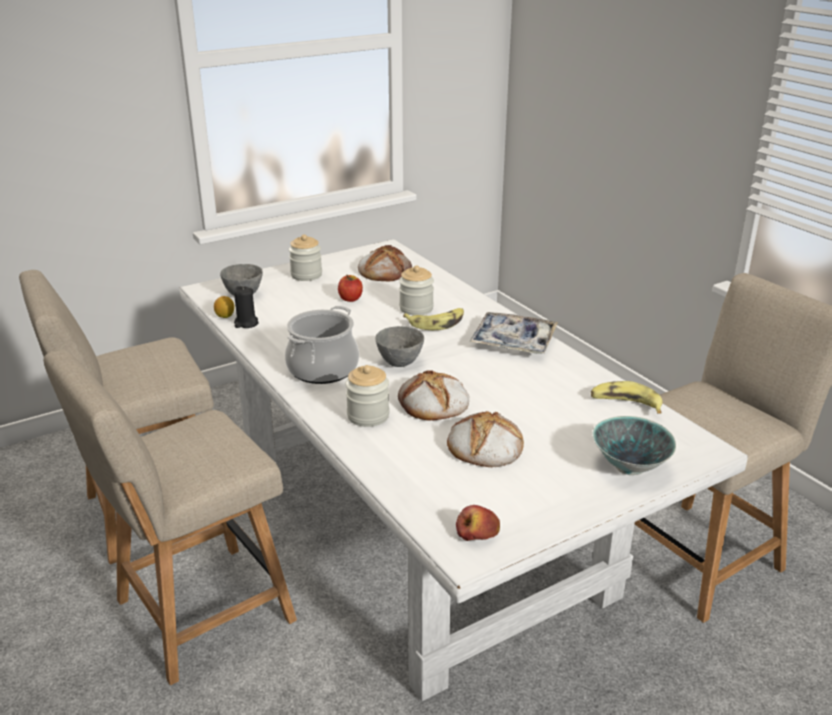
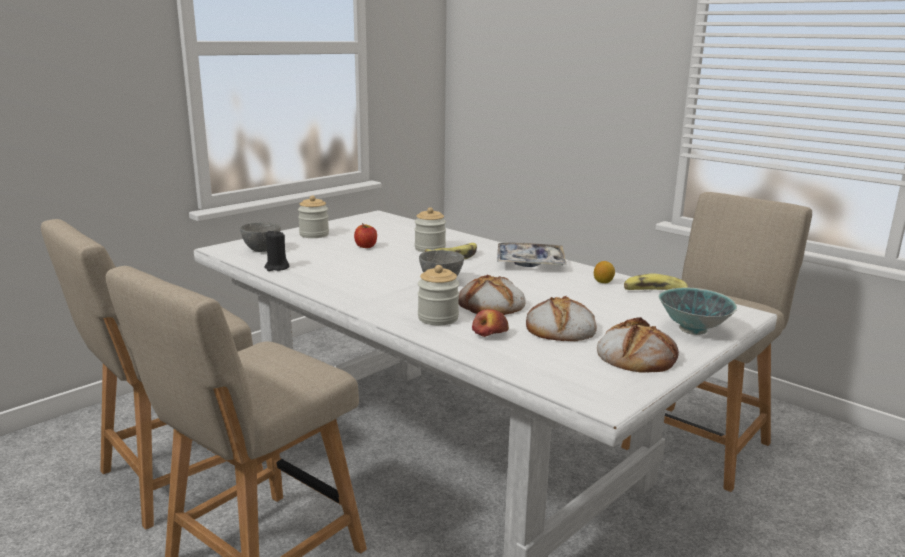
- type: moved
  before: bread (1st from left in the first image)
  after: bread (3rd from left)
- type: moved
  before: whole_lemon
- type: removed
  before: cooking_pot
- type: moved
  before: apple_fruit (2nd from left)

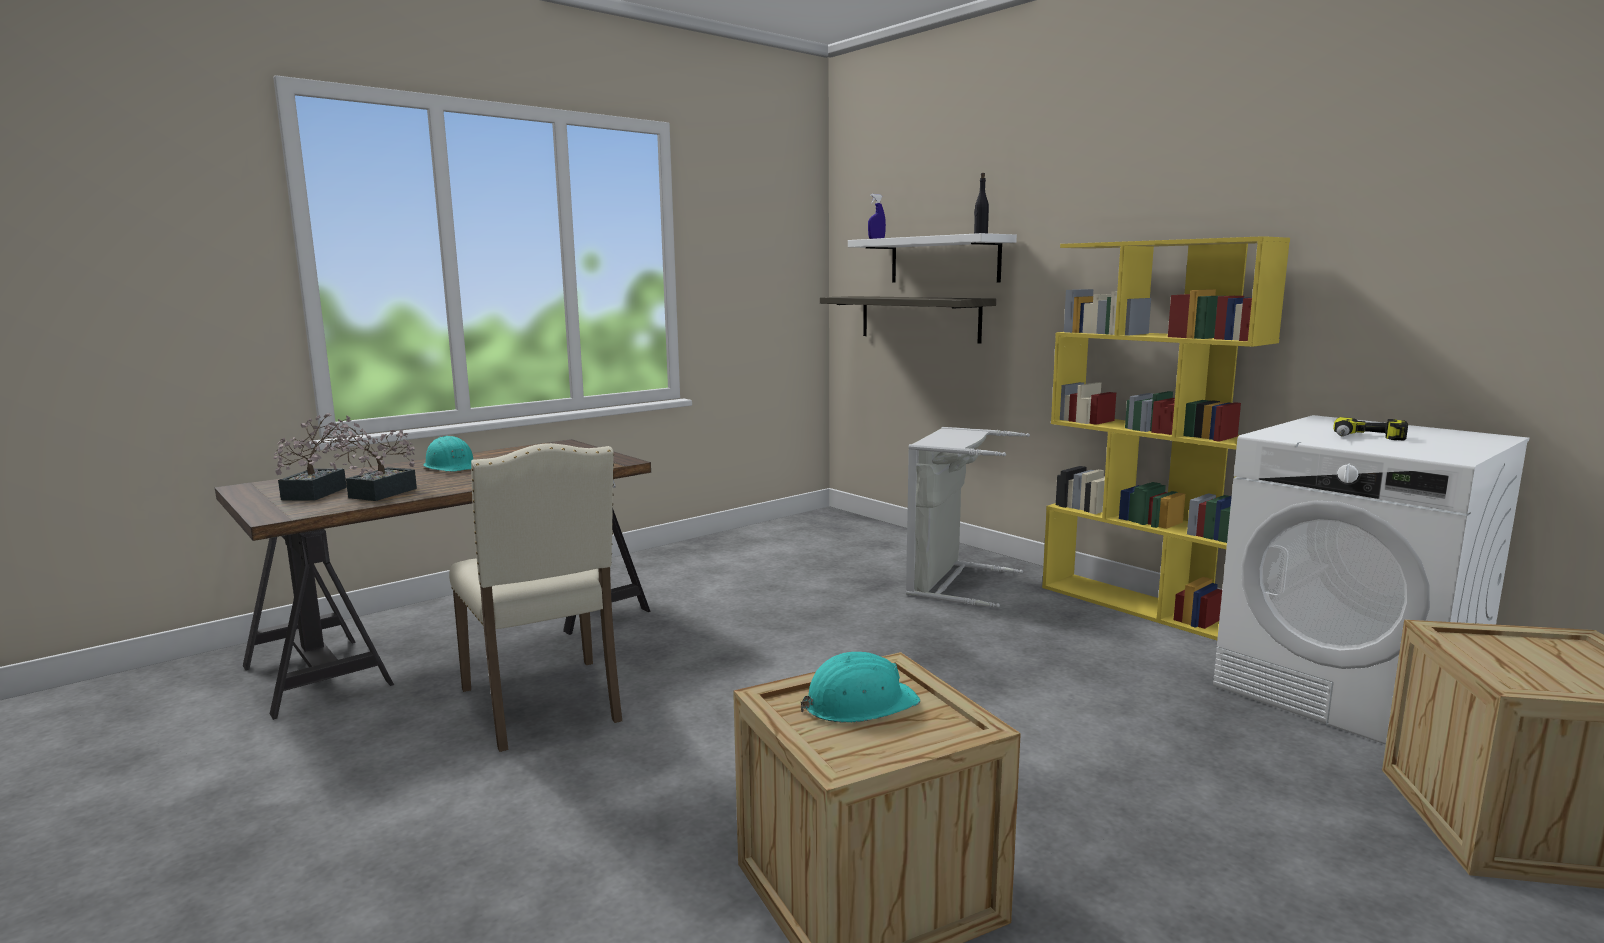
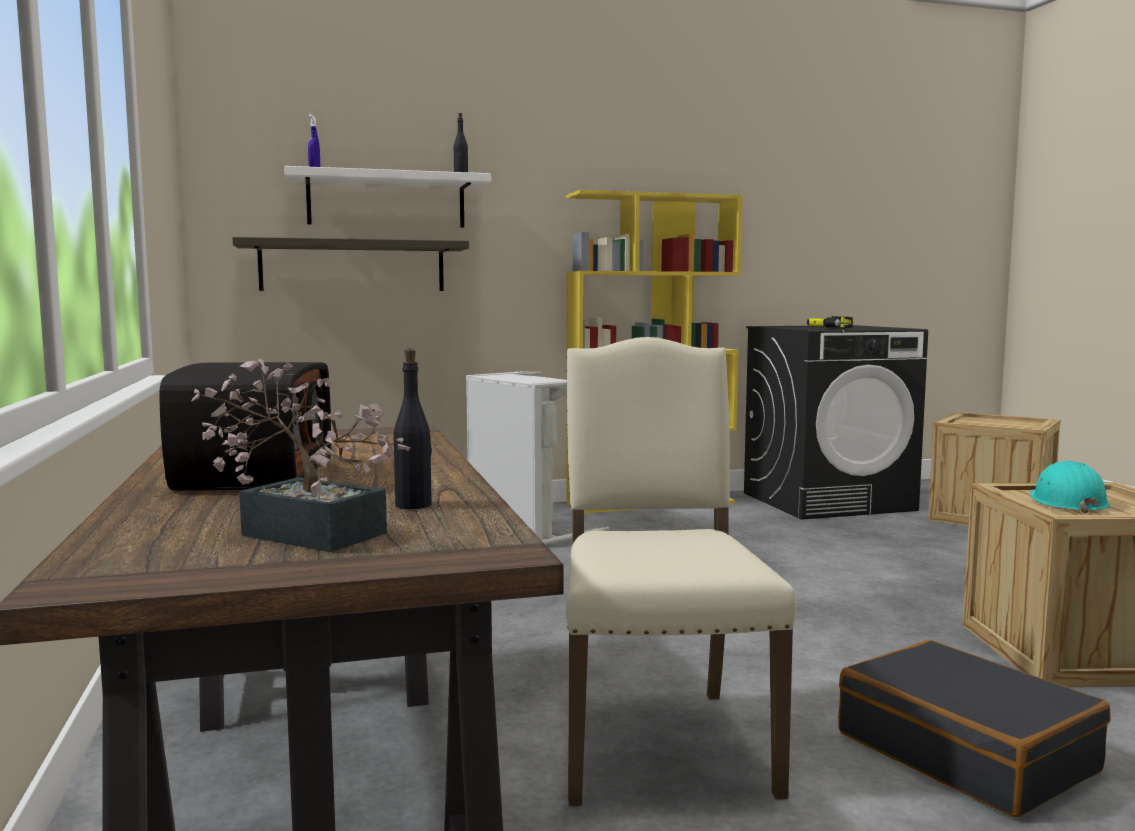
- type: recoloured
  before: whitish_washing_machine
  after: black_washing_machine
- type: replaced
  before: houseplant (2nd from left)
  after: black_drink_bottle (1st from left)
- type: replaced
  before: turquoise_hard_hat (1st from left)
  after: radio_set
- type: turned
  before: beige-coloured_upright_chair
  turn: -90
- type: added
  after: black_travel_case

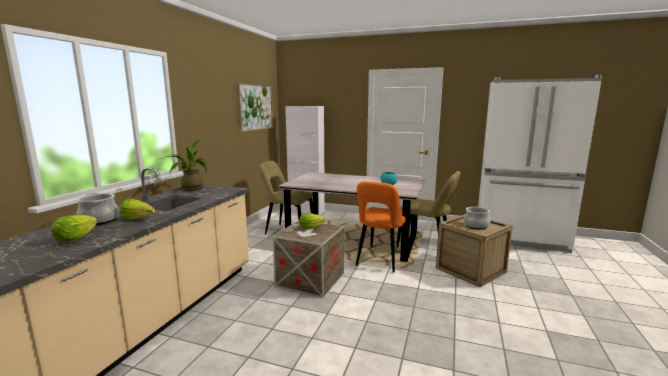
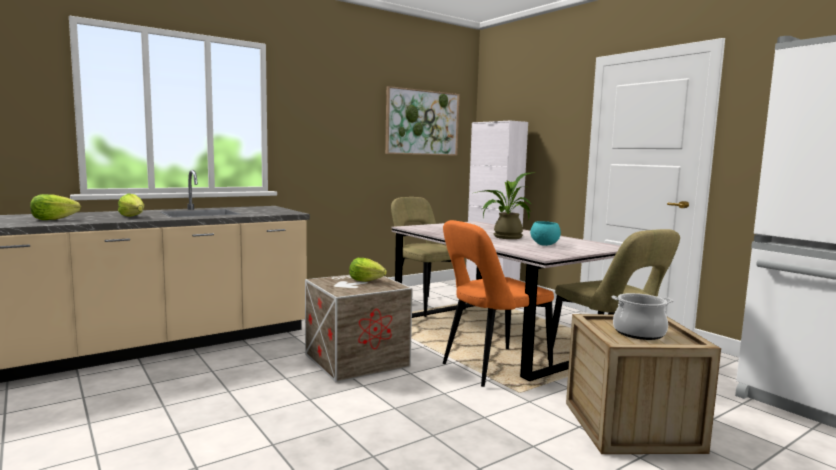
- type: moved
  before: houseplant
- type: removed
  before: cooking_pot (1st from left)

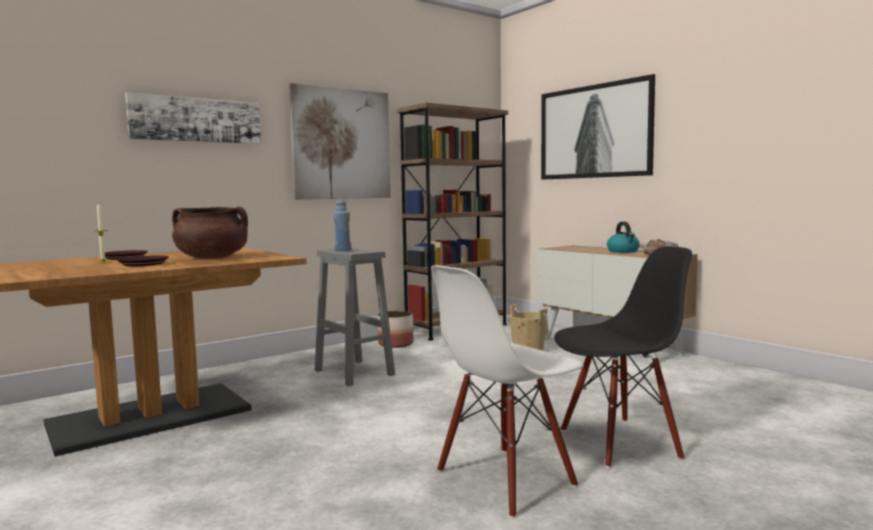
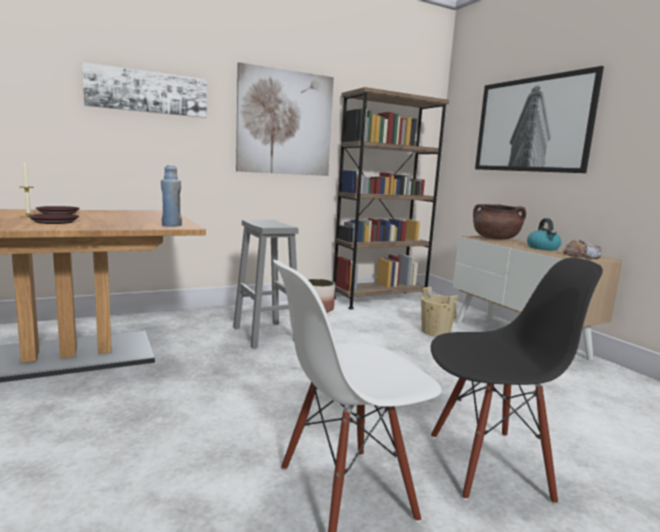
- type: moved
  before: blue_drink_bottle
- type: moved
  before: brownish_cooking_pot

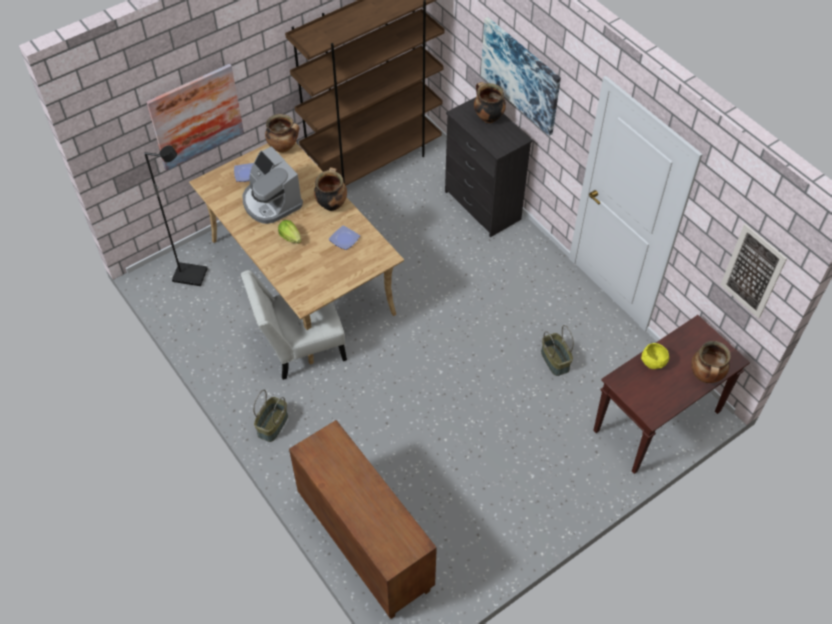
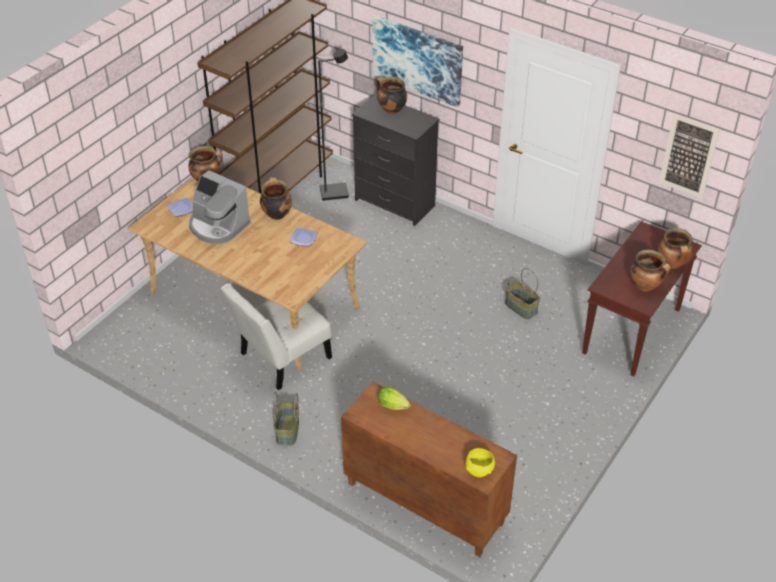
- type: removed
  before: wall_art (1st from left)
- type: moved
  before: black_standing_lamp
- type: moved
  before: lettuce
- type: moved
  before: yellowish_serving_bowl
- type: added
  after: cooking_pot (4th from left)

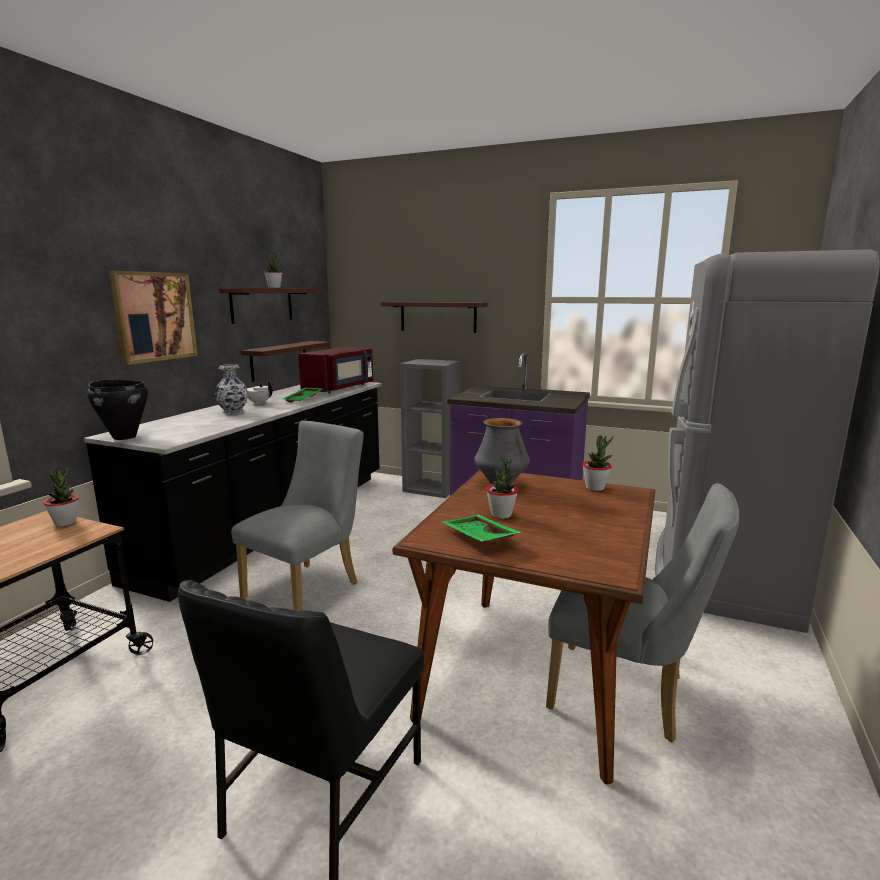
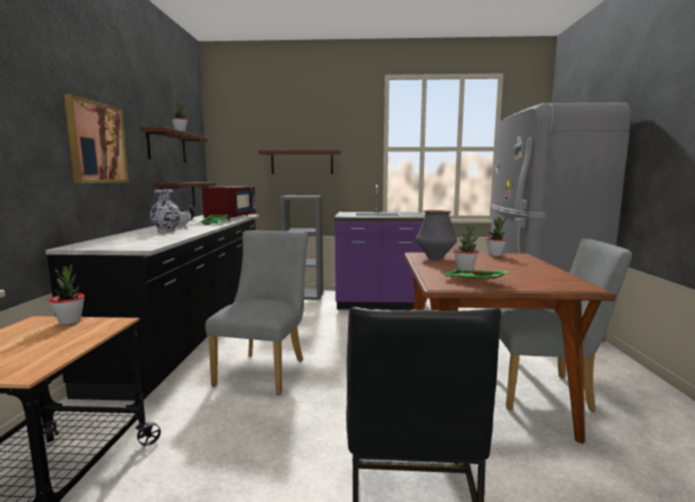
- type: removed
  before: black_cooking_pot

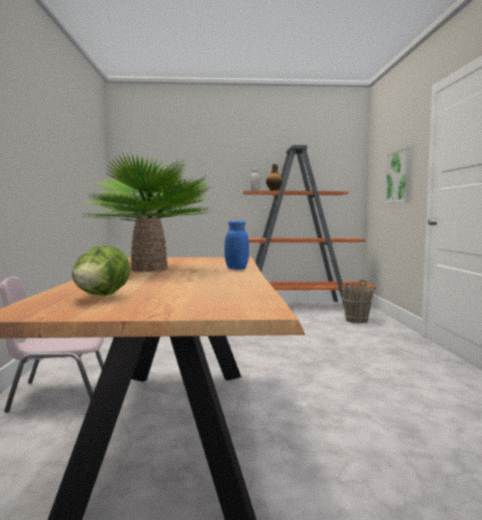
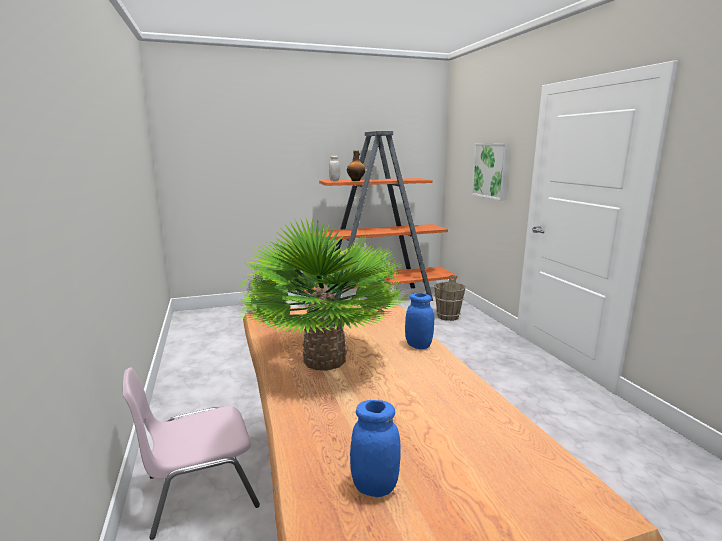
- type: replaced
  before: lettuce
  after: blue_jar (1st from left)

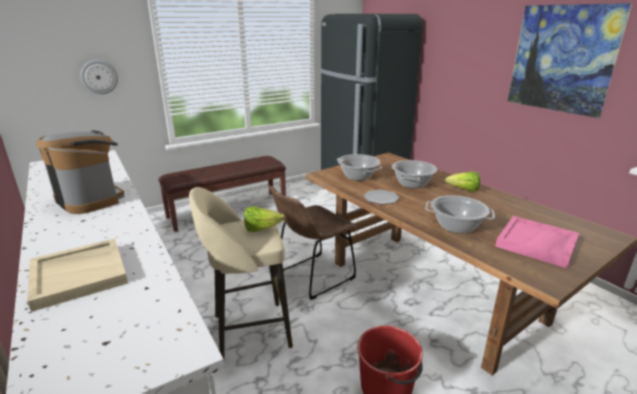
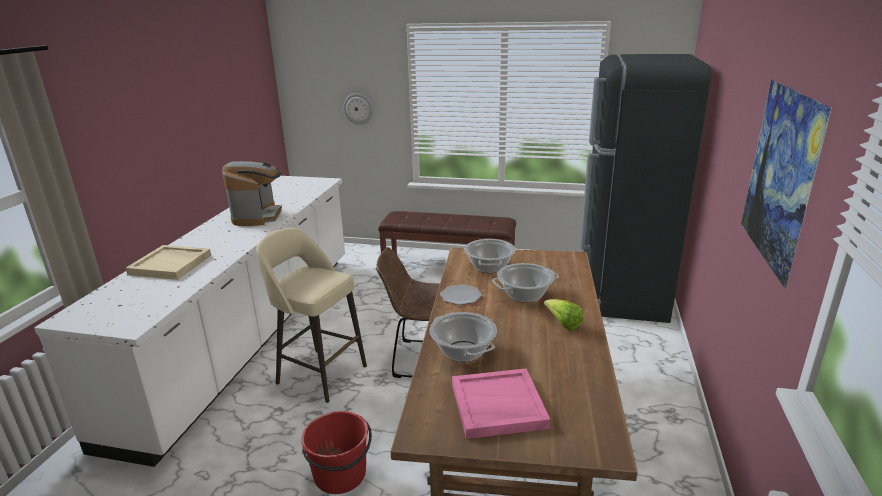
- type: removed
  before: lettuce (1st from left)

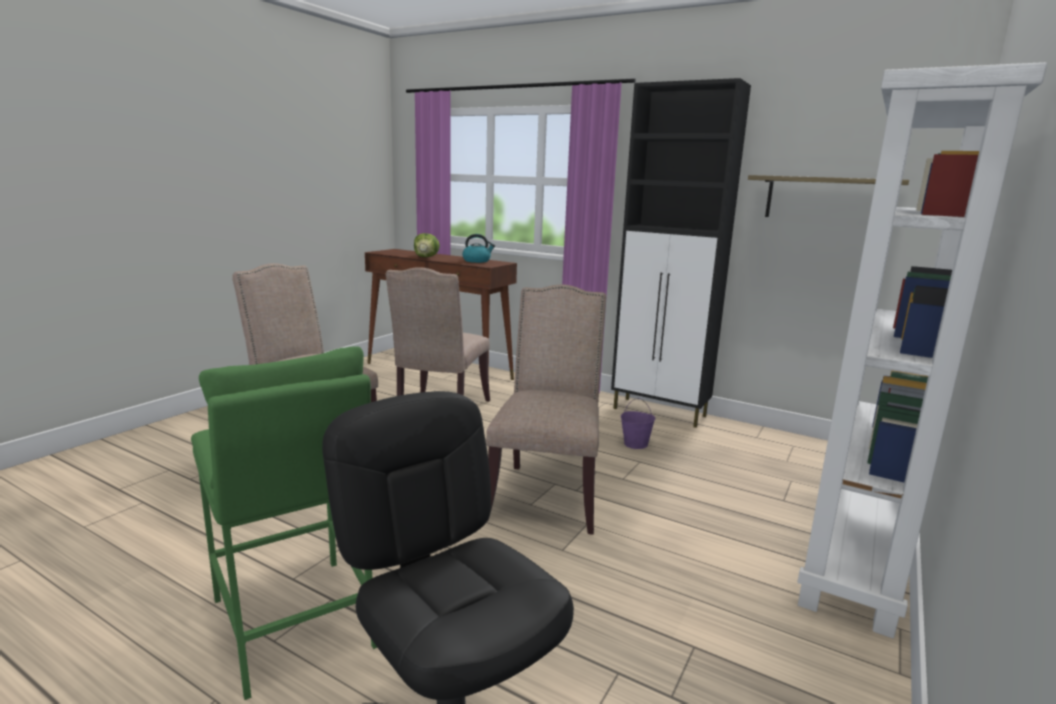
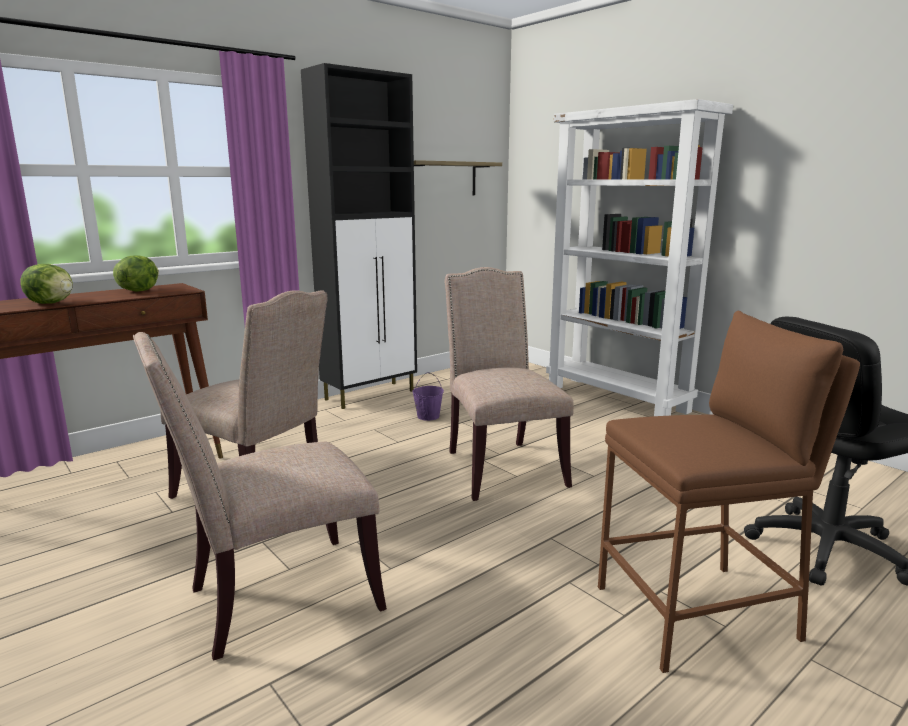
- type: replaced
  before: kettle
  after: lettuce (2nd from left)
- type: turned
  before: beige-coloured_upright_chair (3rd from left)
  turn: 45
- type: recoloured
  before: green_sitting_stool
  after: brownish_sitting_stool

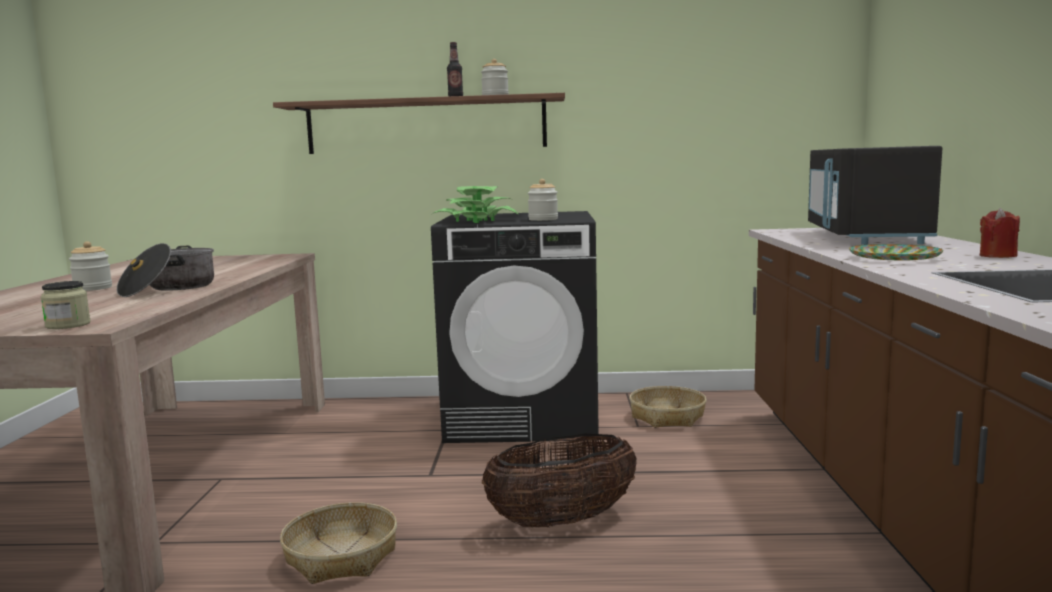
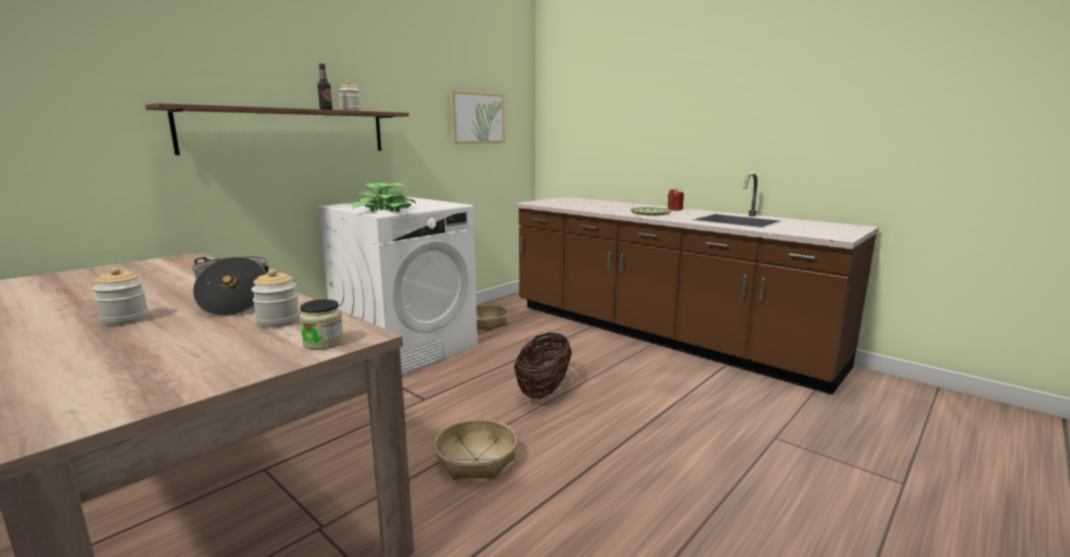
- type: removed
  before: black_microwave_oven
- type: moved
  before: jar (4th from left in the first image)
  after: jar (2nd from left)
- type: recoloured
  before: black_washing_machine
  after: whitish_washing_machine
- type: added
  after: wall_art

